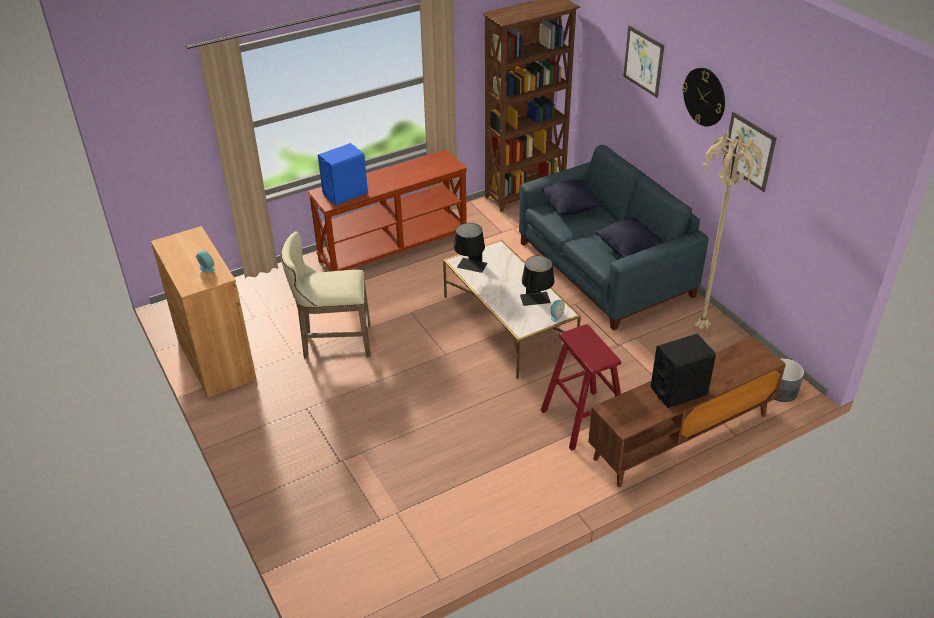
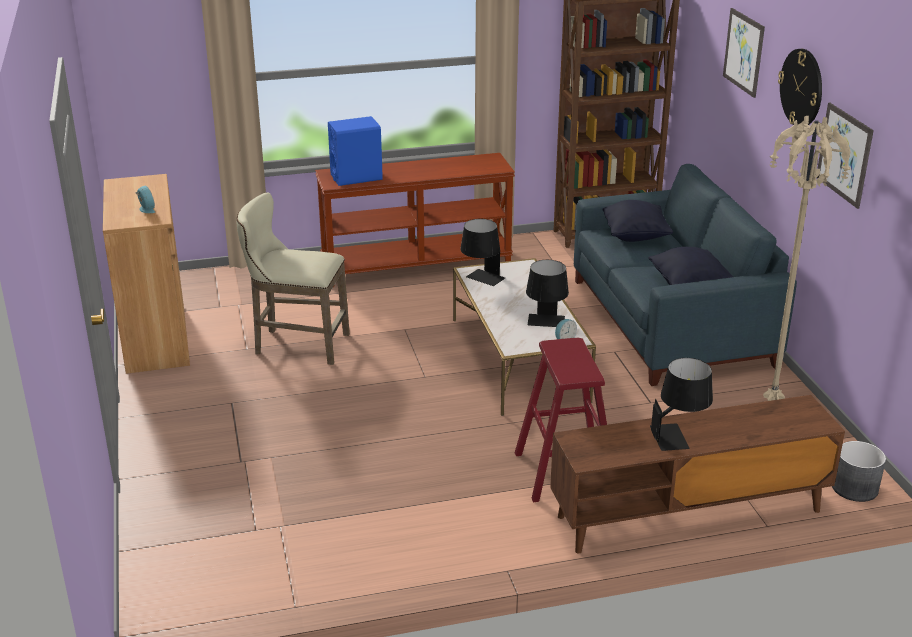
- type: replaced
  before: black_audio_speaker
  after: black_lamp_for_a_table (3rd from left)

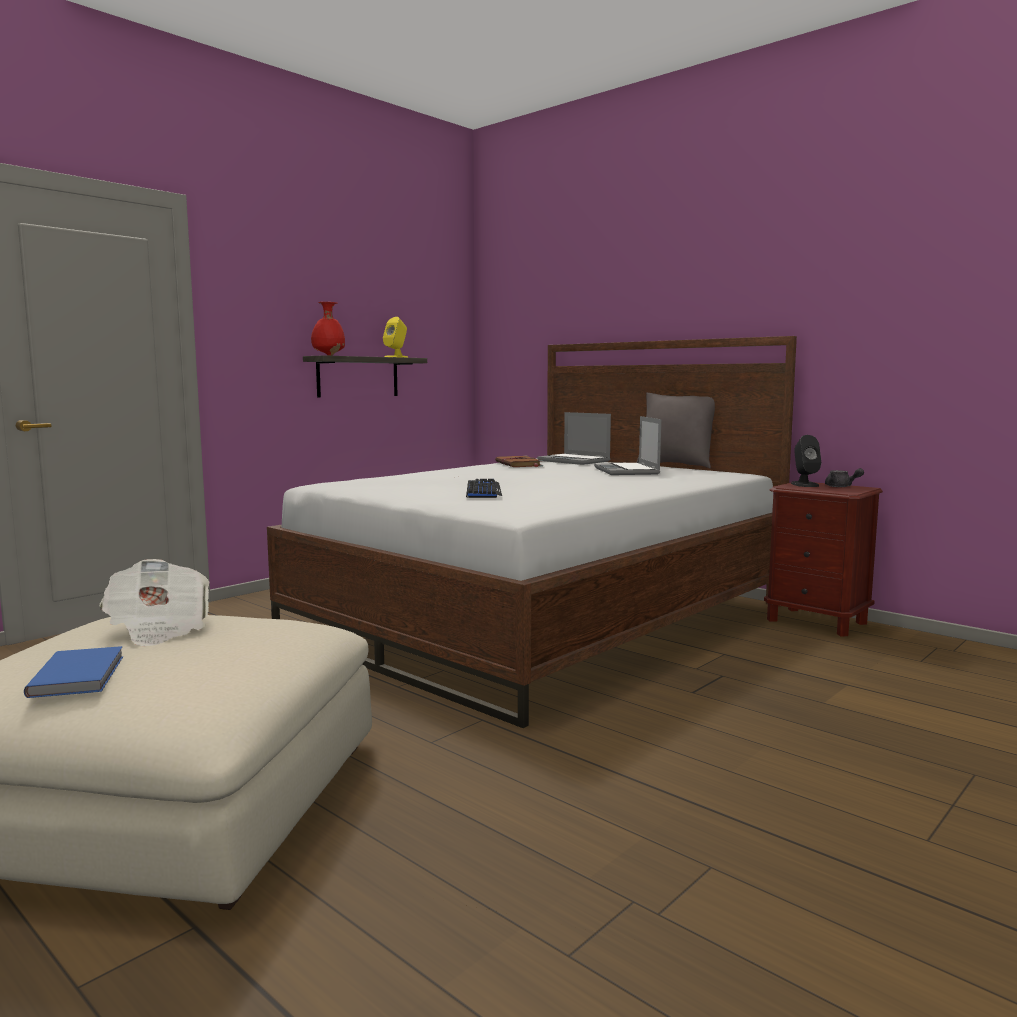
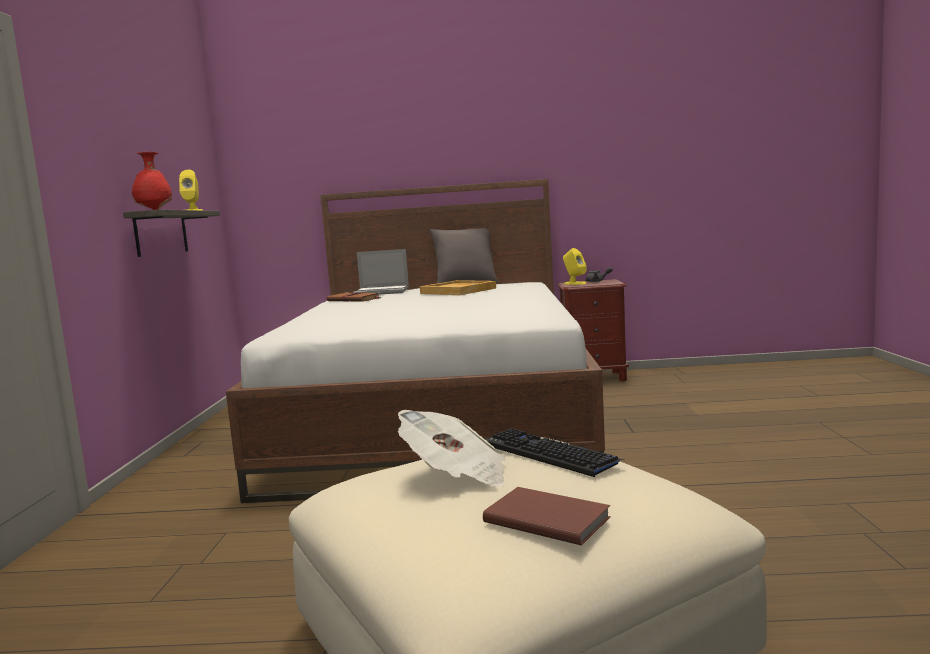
- type: replaced
  before: notebook_computer (2nd from left)
  after: beige-coloured_tray
- type: recoloured
  before: black_audio_speaker
  after: yellowish_audio_speaker (2nd from left)
- type: moved
  before: PC_keyboard
- type: recoloured
  before: blue_bound_book
  after: brownish_bound_book (2nd from left)

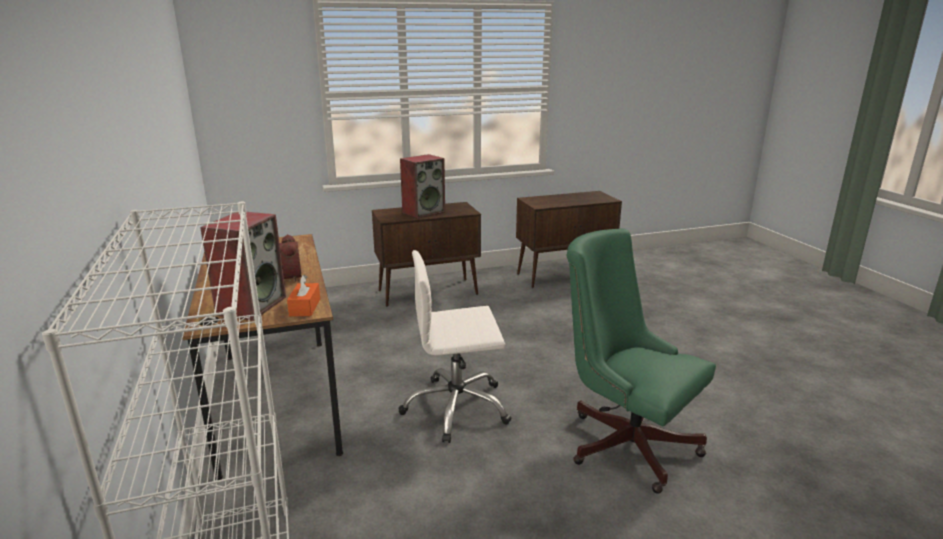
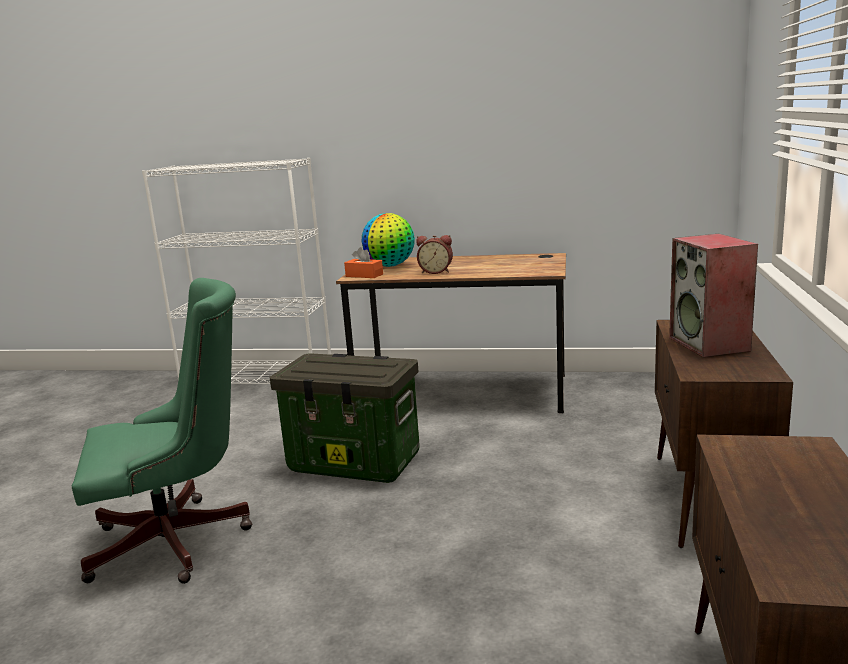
- type: replaced
  before: audio_speaker (1st from left)
  after: world_globe
- type: replaced
  before: whitish_office_chair
  after: storage_box

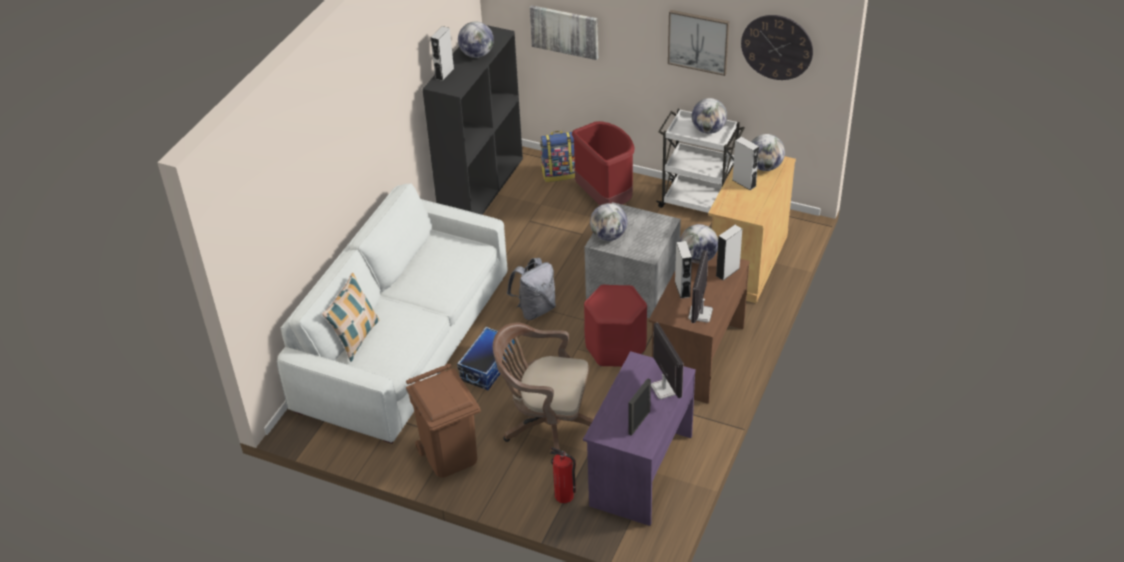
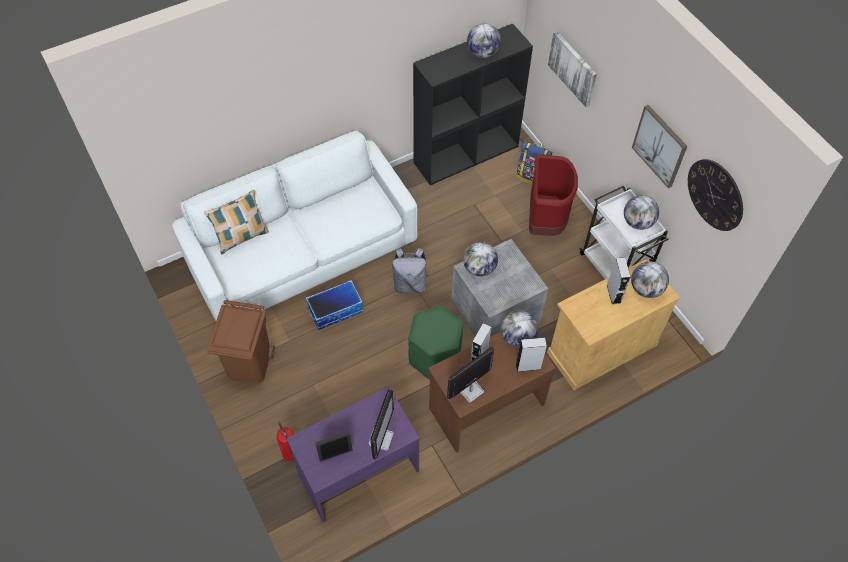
- type: removed
  before: greyish_audio_speaker (1st from left)
- type: recoloured
  before: red-coloured_sitting_stool
  after: green_sitting_stool
- type: removed
  before: brownish_office_chair

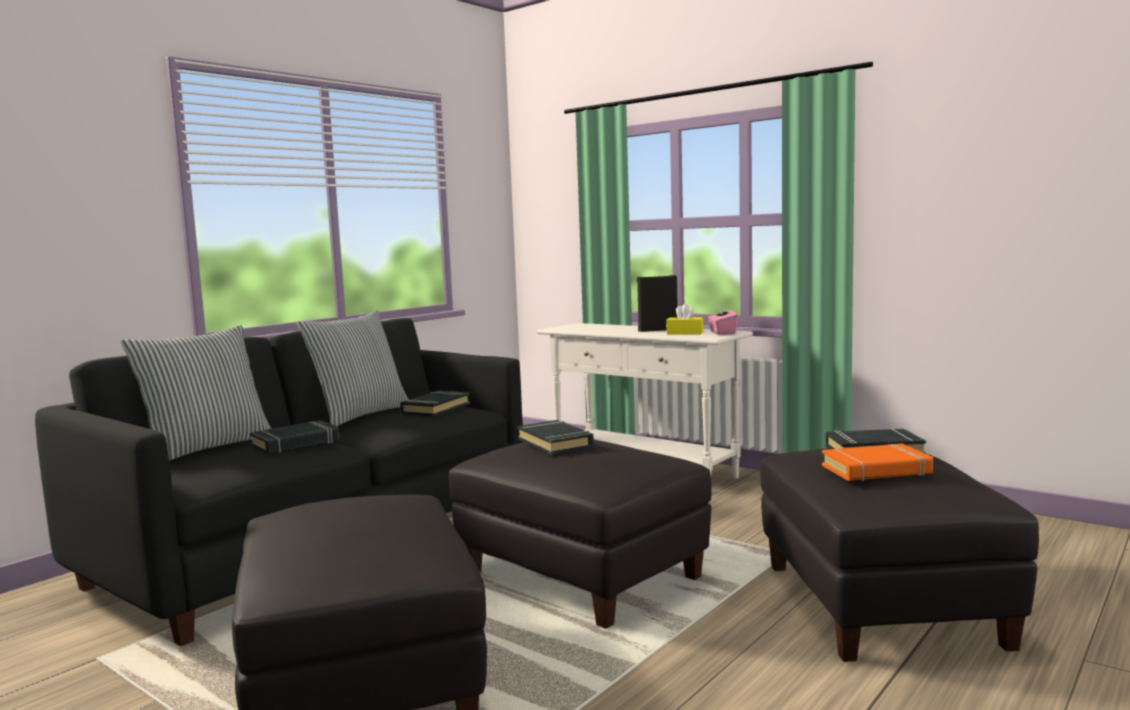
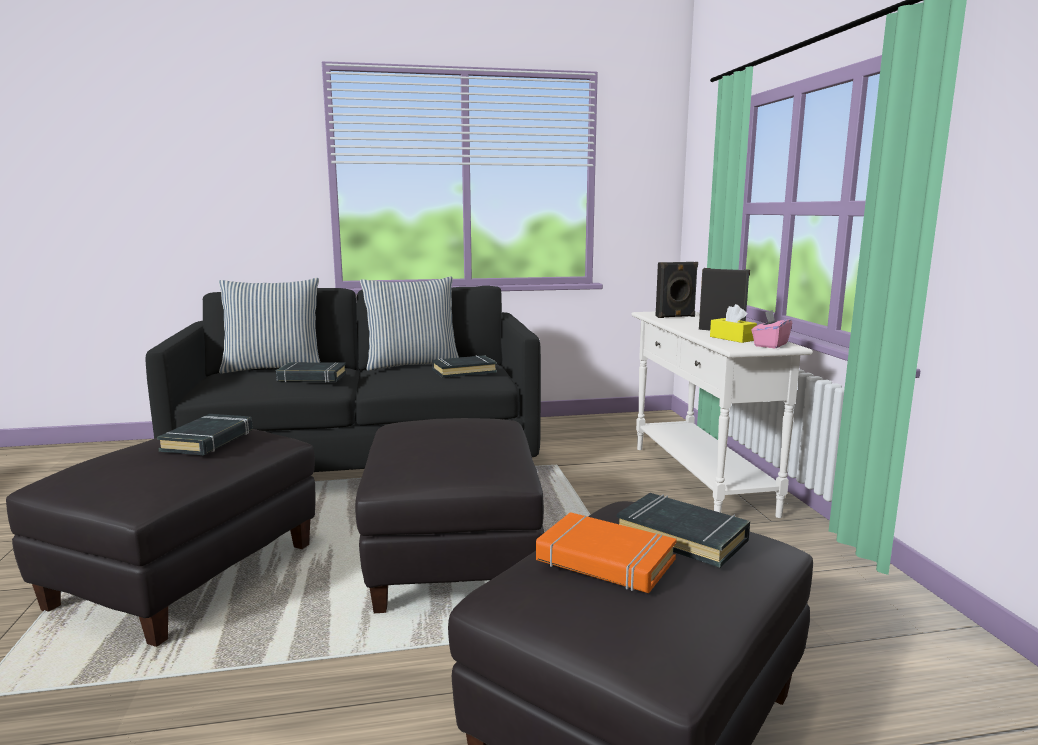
- type: moved
  before: black_bound_book (3rd from left in the first image)
  after: black_bound_book (1st from left)
- type: added
  after: black_audio_speaker (1st from left)

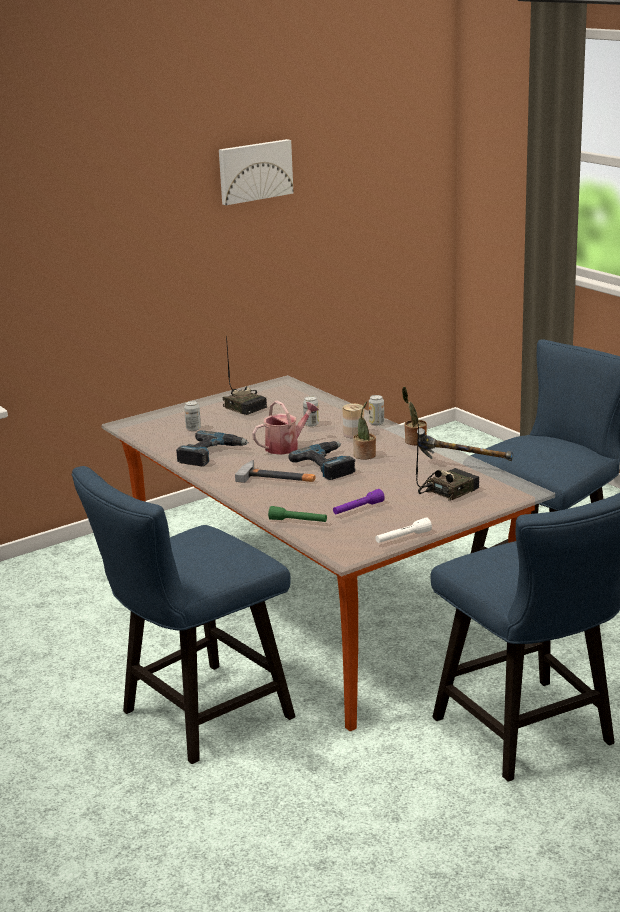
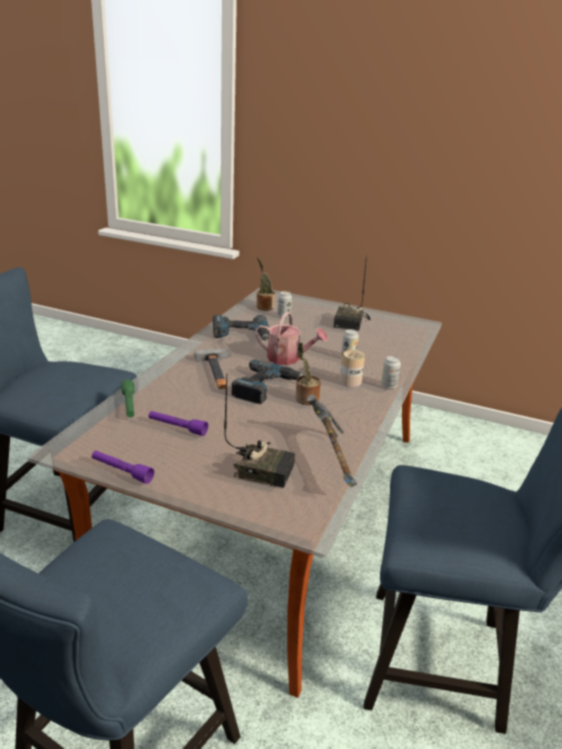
- type: removed
  before: wall_art
- type: moved
  before: houseplant (2nd from left in the first image)
  after: houseplant (1st from left)
- type: recoloured
  before: whitish_hand_torch
  after: purple-coloured_hand_torch (1st from left)

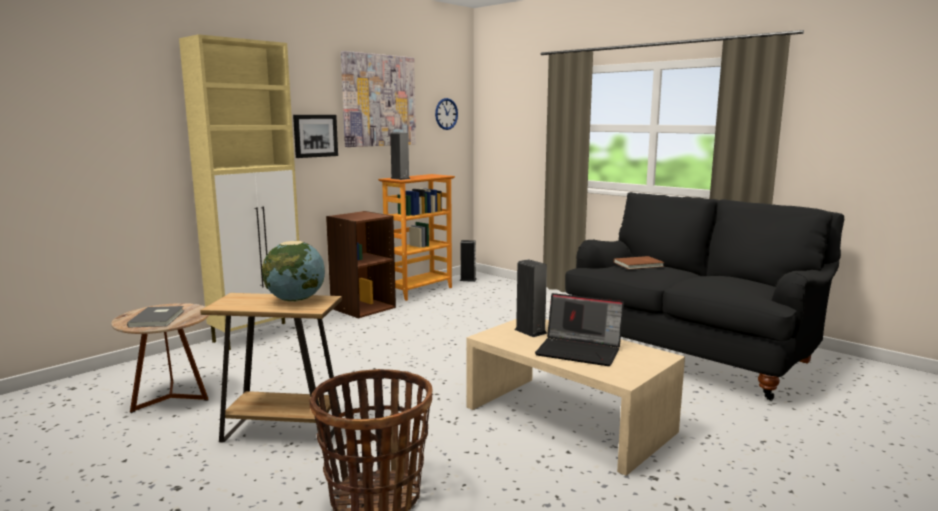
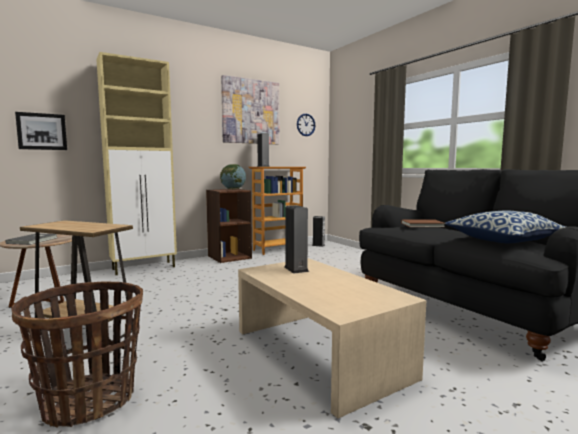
- type: moved
  before: wall_art (1st from left)
- type: moved
  before: world_globe
- type: removed
  before: notebook_computer
- type: added
  after: pillow

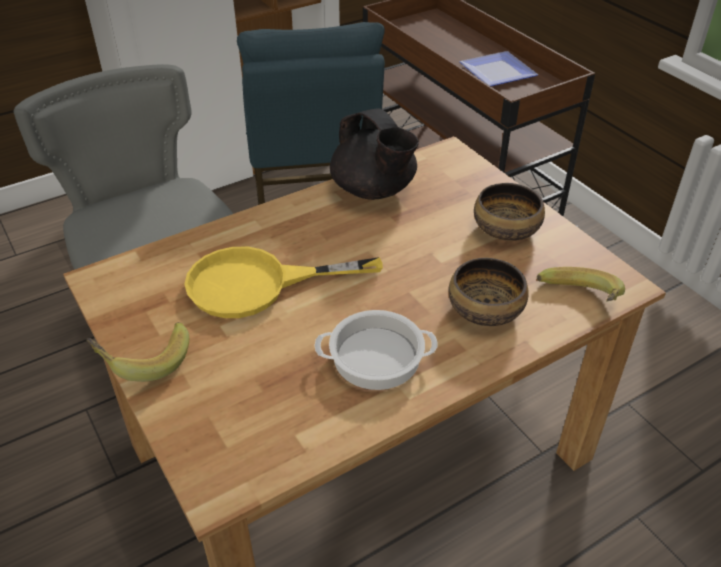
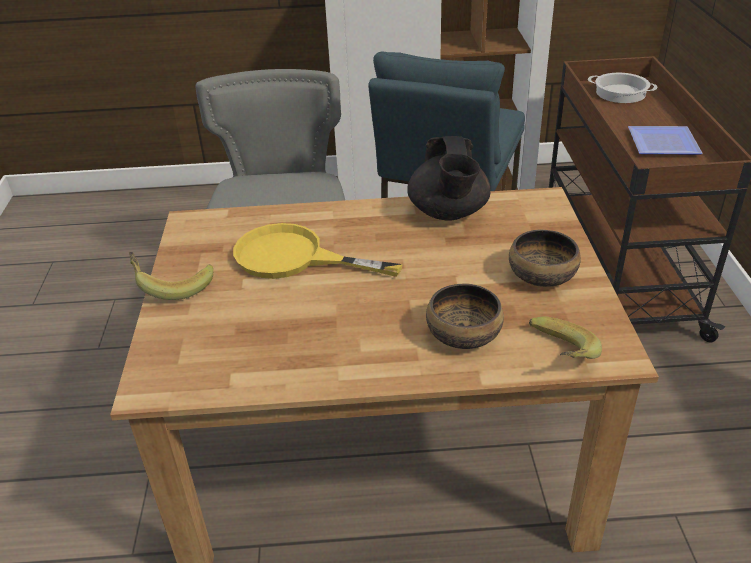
- type: moved
  before: cooking_pot

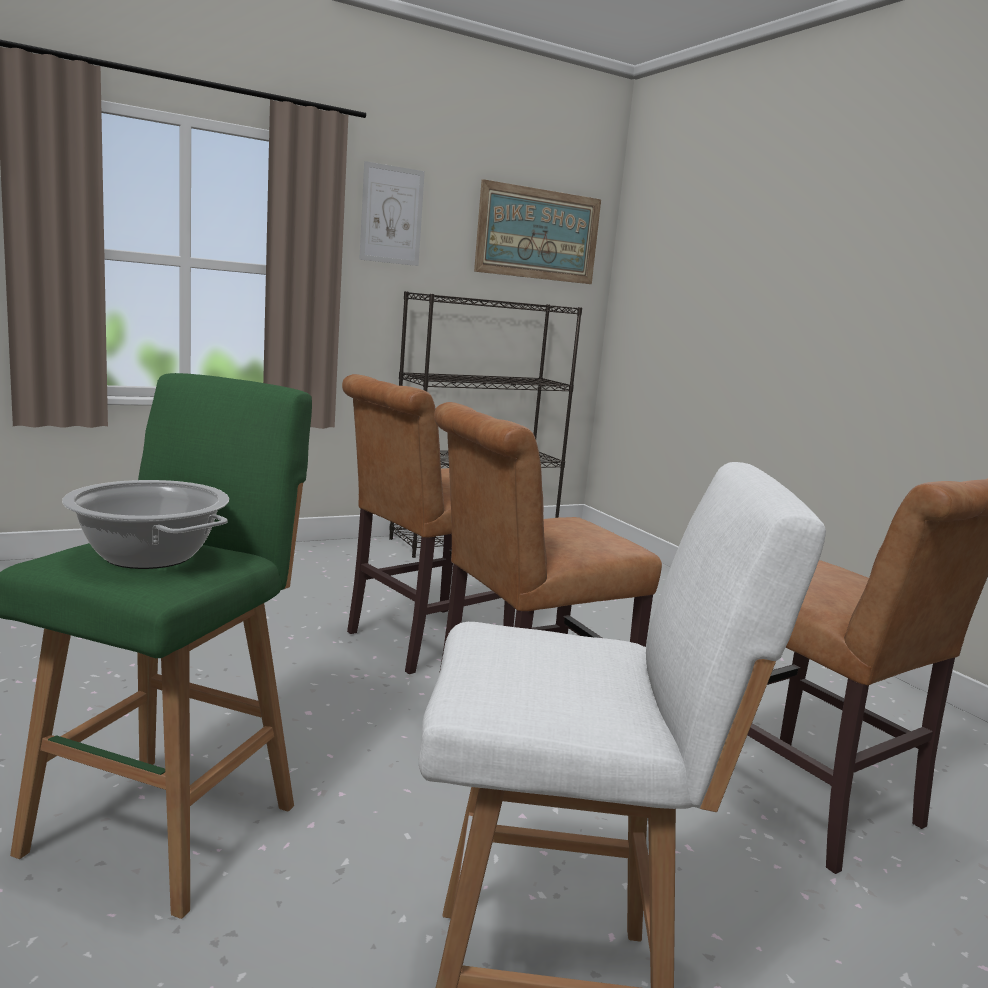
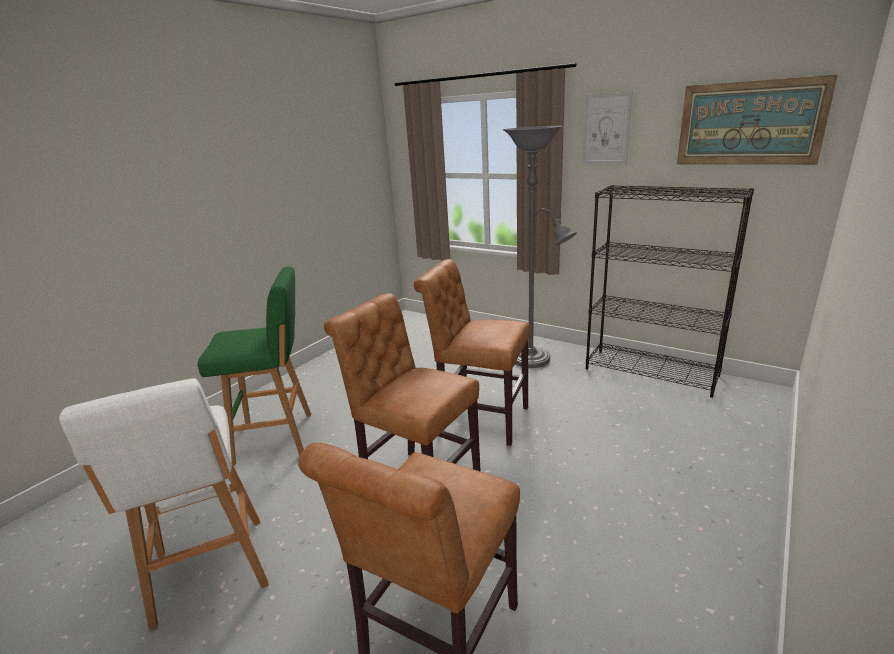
- type: removed
  before: cooking_pot
- type: added
  after: greyish_standing_lamp

